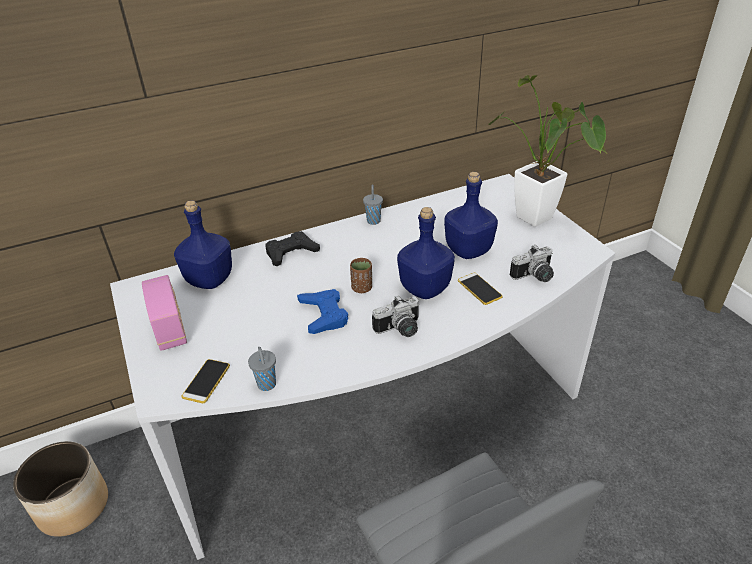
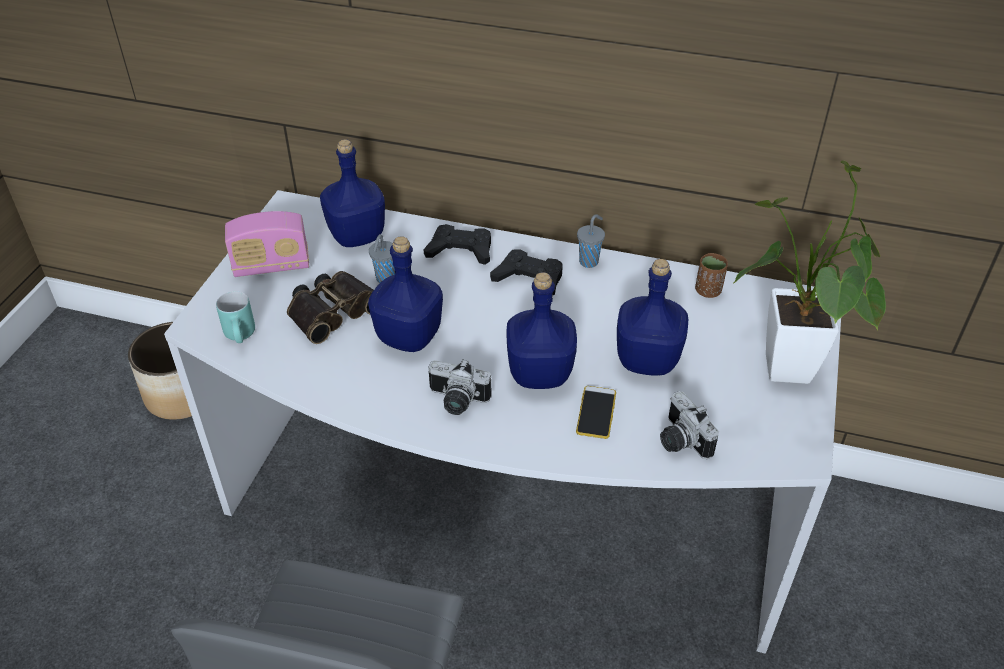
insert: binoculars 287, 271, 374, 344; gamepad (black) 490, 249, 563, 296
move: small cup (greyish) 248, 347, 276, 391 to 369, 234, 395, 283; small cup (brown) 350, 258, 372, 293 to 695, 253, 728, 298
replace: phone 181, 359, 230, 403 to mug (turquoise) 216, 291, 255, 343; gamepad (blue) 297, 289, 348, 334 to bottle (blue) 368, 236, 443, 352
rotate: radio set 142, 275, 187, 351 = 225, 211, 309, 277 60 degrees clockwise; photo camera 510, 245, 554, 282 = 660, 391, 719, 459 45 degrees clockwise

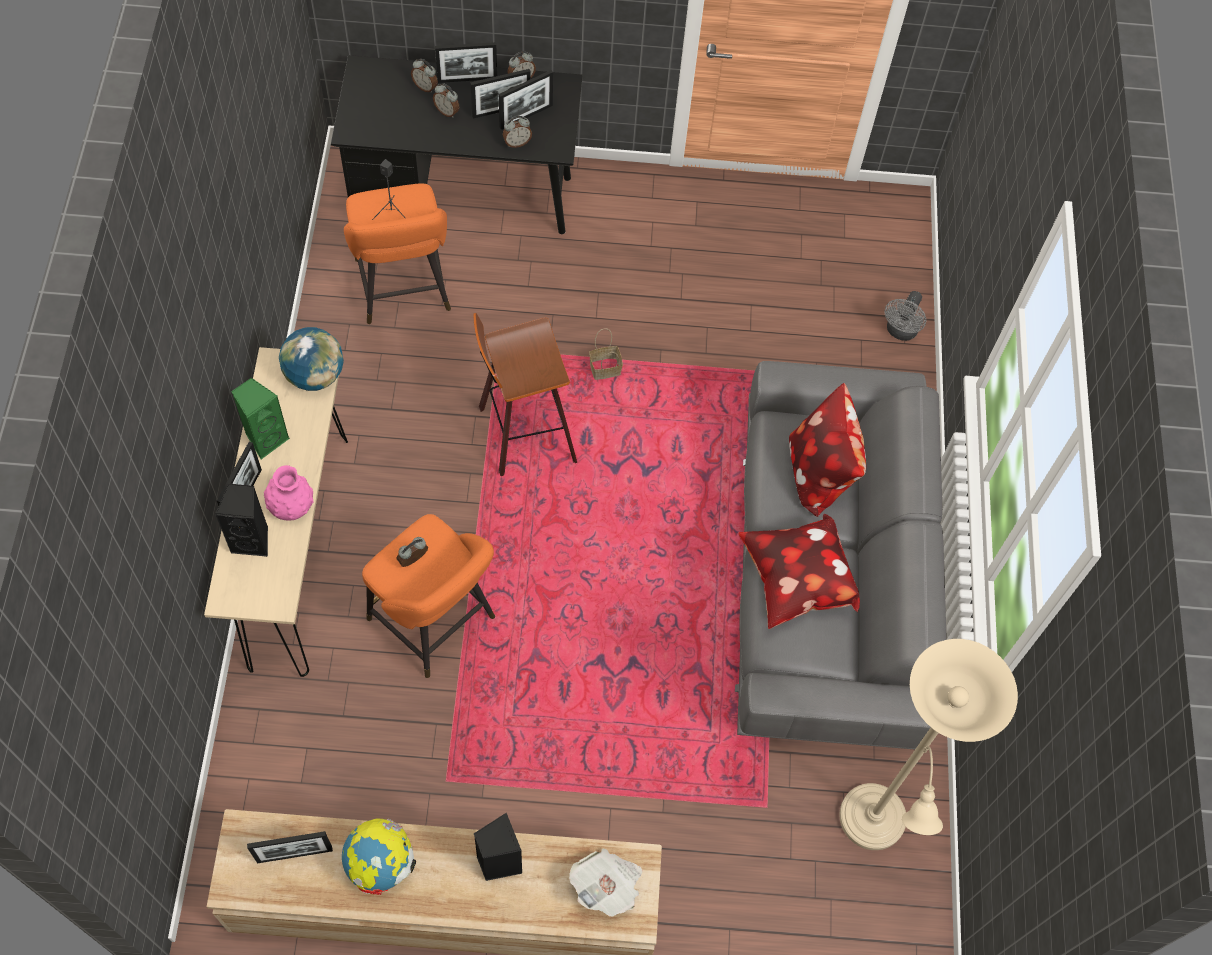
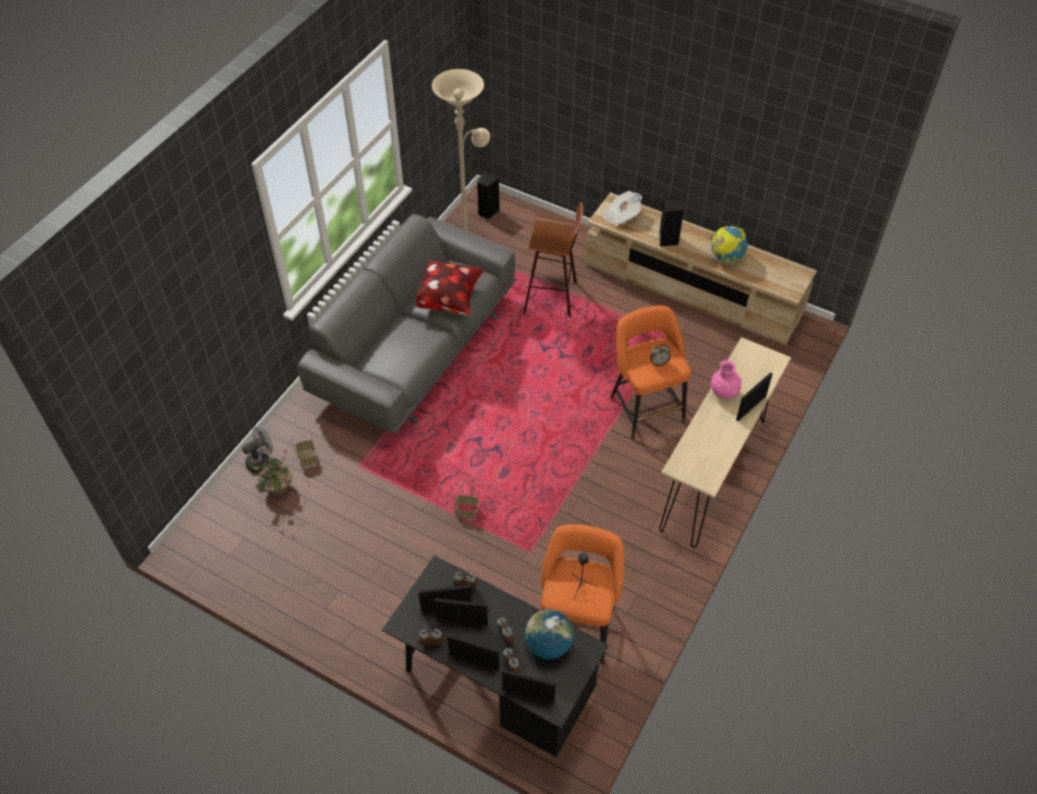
delete: speaker (green) 231, 377, 290, 460; pillow 789, 383, 866, 517
insert: potted plant 252, 448, 292, 496; storage basket 291, 434, 317, 467
move: speaker (black) 215, 483, 268, 557 to 477, 171, 500, 219; photo frame 247, 831, 333, 863 to 502, 669, 556, 704; desk globe 279, 327, 344, 391 to 524, 609, 574, 660; stool seat 473, 313, 577, 476 to 523, 202, 583, 317

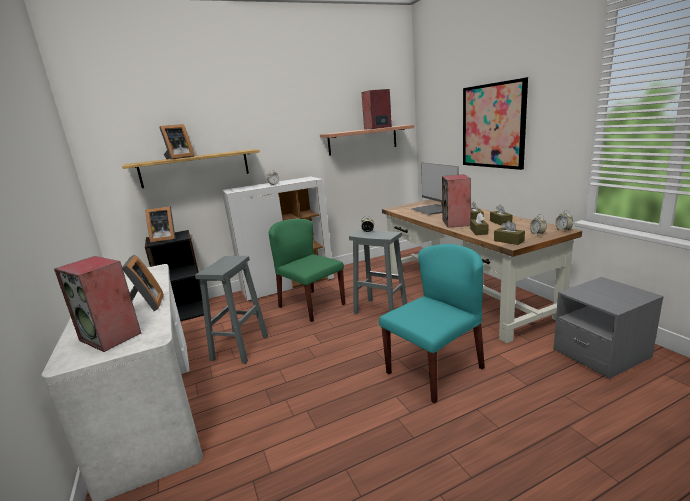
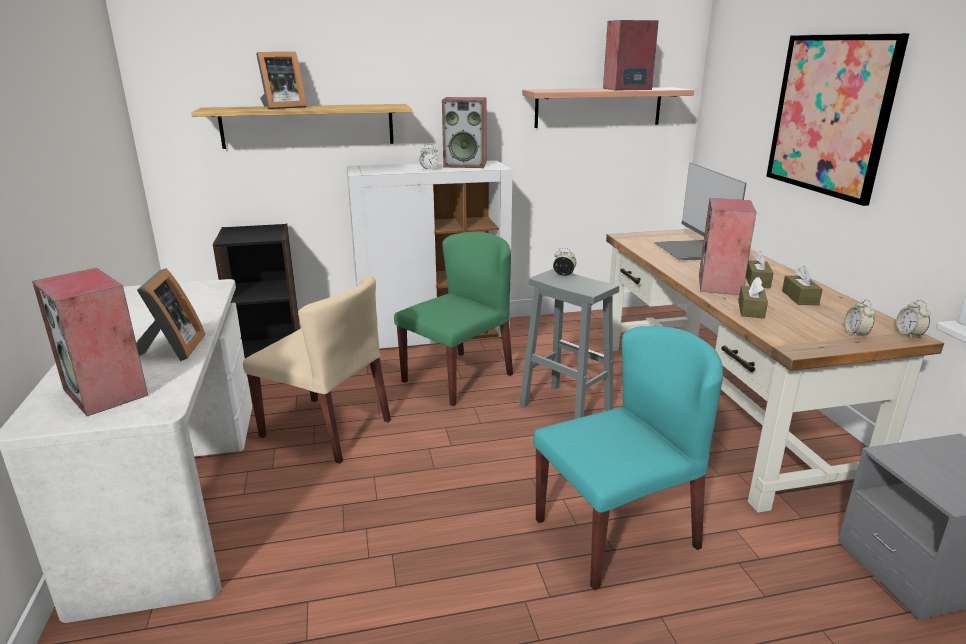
delete: photo frame 145, 206, 176, 242; tissue holder (brown) 494, 220, 525, 245
insert: speaker 442, 97, 487, 168
replace: stool seat (greyish) 195, 256, 268, 364 to chair (sand-coloured) 243, 275, 391, 464
rotate: chair (green) 269, 219, 345, 322 = 394, 232, 513, 406 75 degrees clockwise

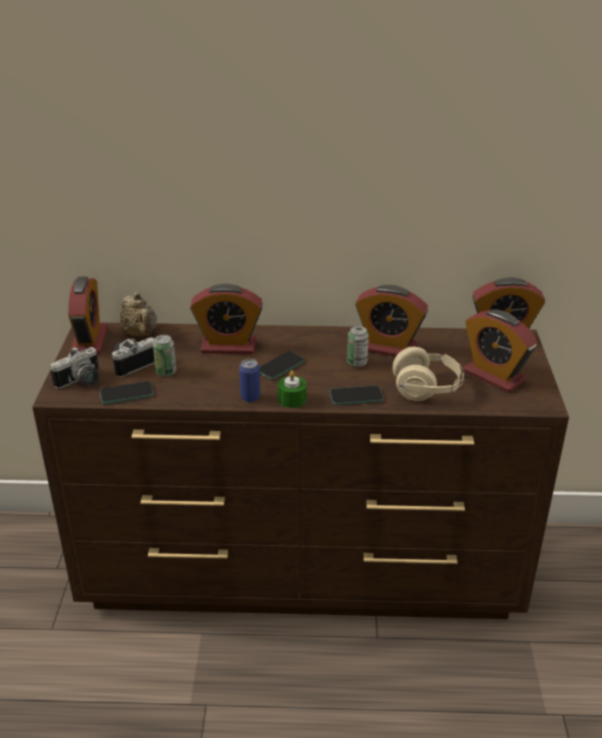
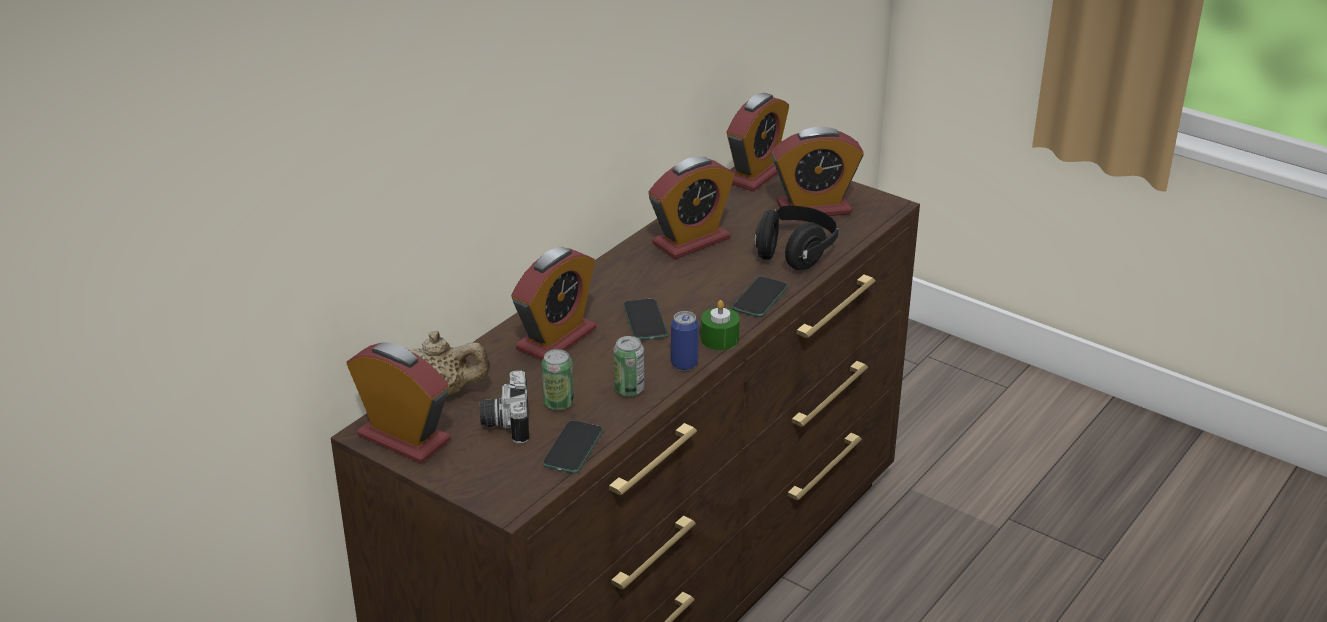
delete: photo camera 50, 347, 99, 389
move: metal can 347, 326, 369, 367 to 613, 336, 644, 397
recolor: pair of headphones (sand-coloured) 393, 347, 464, 401 to pair of headphones (black) 754, 206, 839, 270

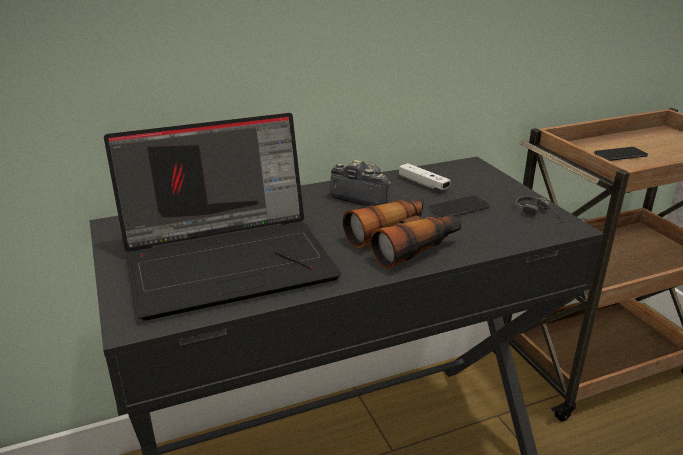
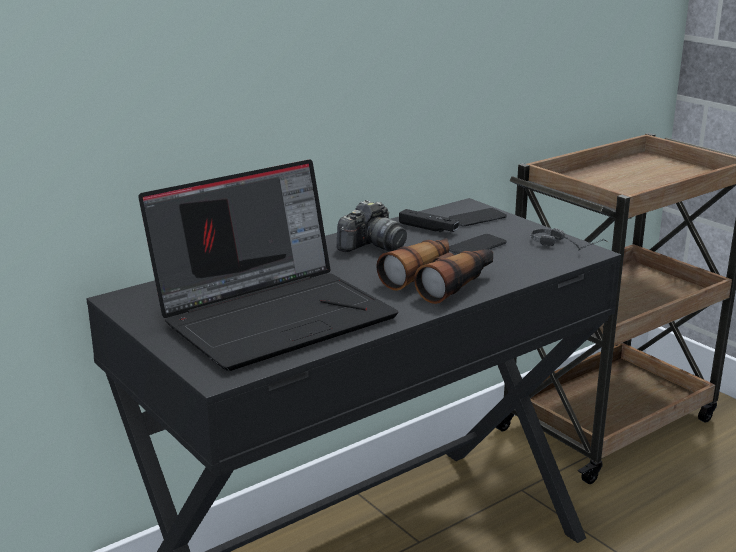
move: phone 594, 147, 648, 161 to 448, 208, 507, 226
recolor: gamepad (white-coloured) 399, 163, 450, 190 to gamepad (black) 399, 209, 459, 232
rotate: photo camera 330, 160, 391, 206 = 337, 200, 407, 252 120 degrees clockwise

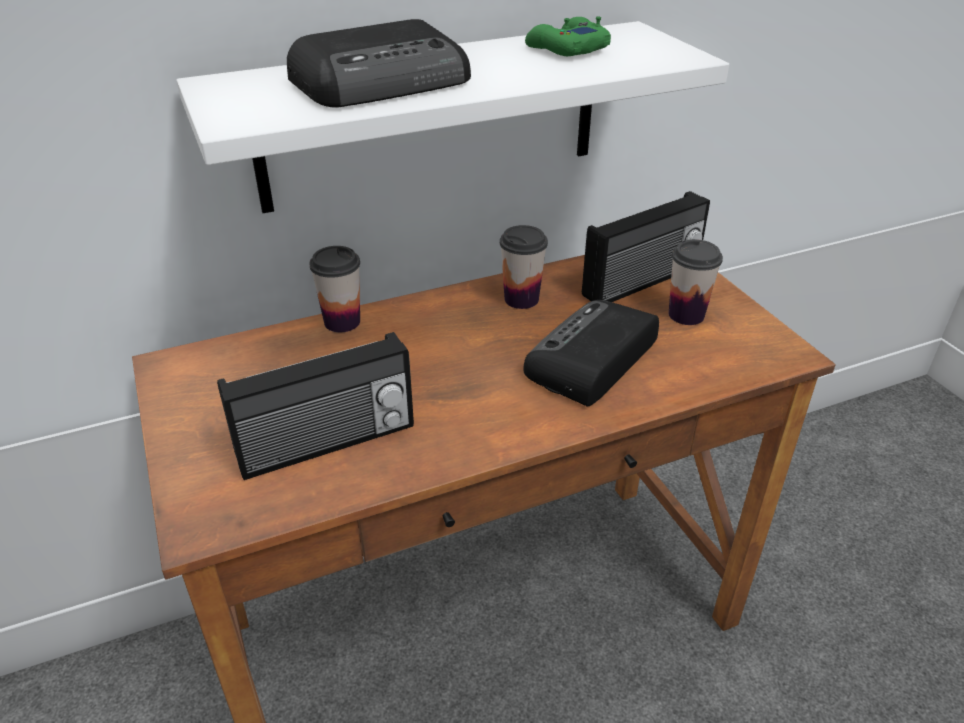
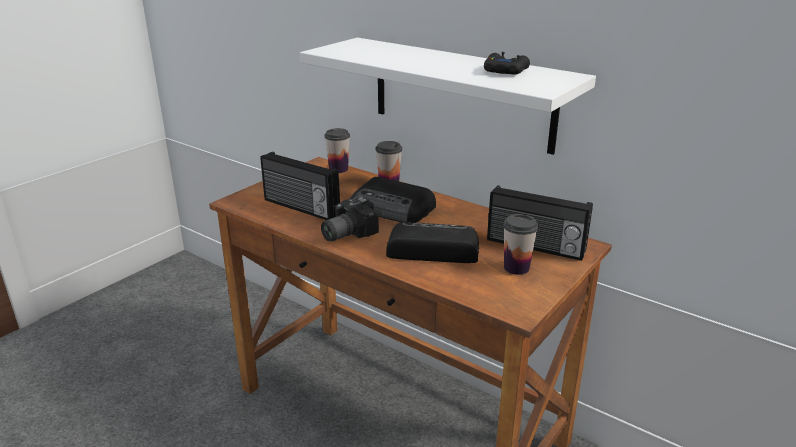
insert: photo camera 321, 197, 379, 241
move: radio set 287, 19, 471, 108 to 351, 177, 436, 223; small cup 500, 225, 548, 309 to 324, 128, 350, 173
recolor: gamepad (green) 525, 16, 611, 56 to gamepad (black) 484, 52, 530, 74

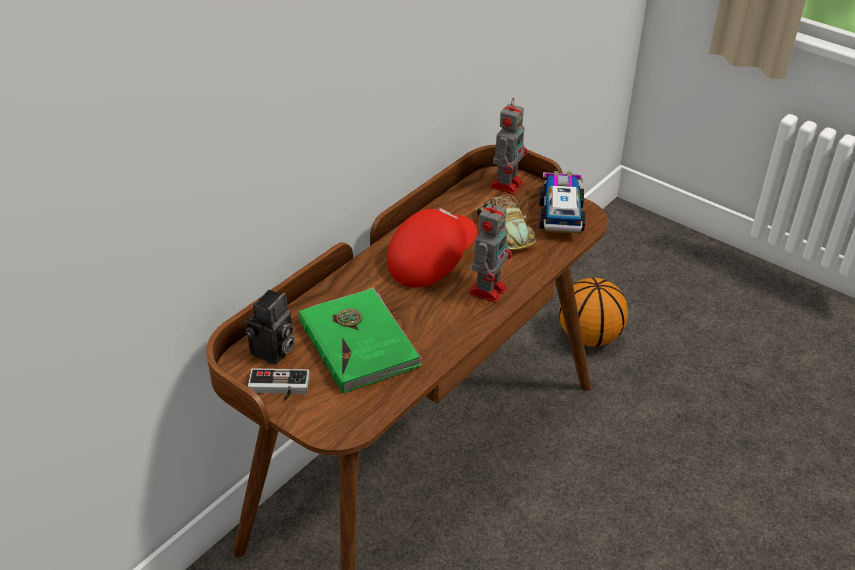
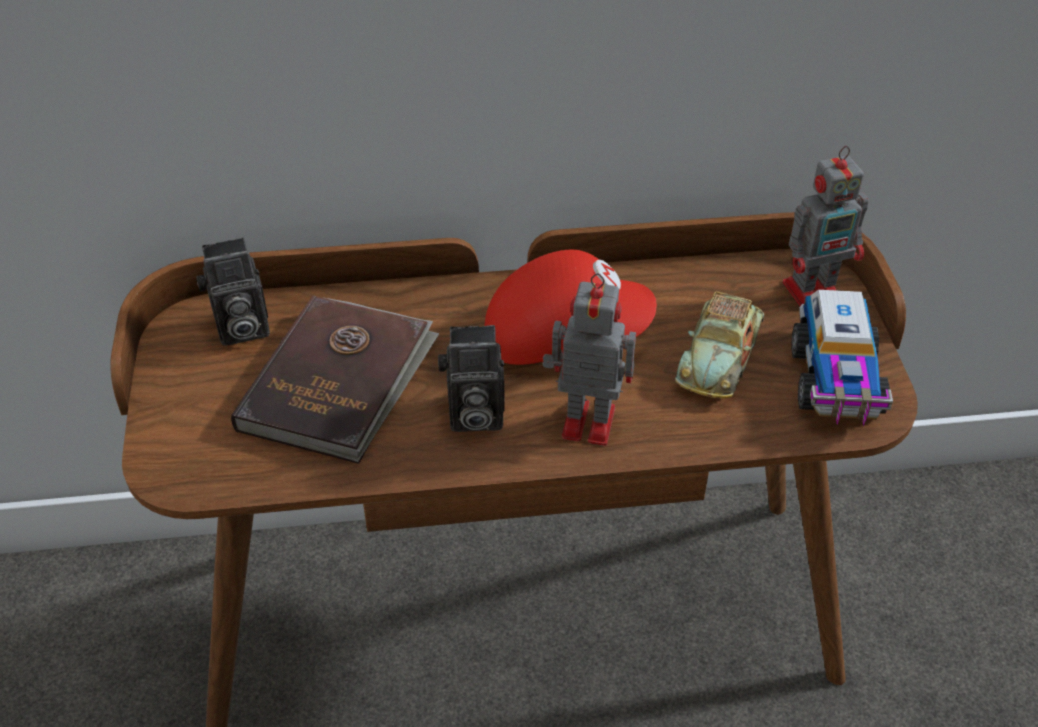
delete: gamepad 248, 368, 310, 400; basketball 559, 278, 628, 347
insert: photo camera 438, 325, 505, 432
recolor: bound book (green) 299, 288, 422, 394 to bound book (brown) 231, 295, 439, 464
rotate: robot figure 469, 199, 512, 303 = 543, 273, 636, 446 150 degrees counterclockwise; model truck 539, 171, 585, 234 = 791, 290, 893, 426 135 degrees clockwise

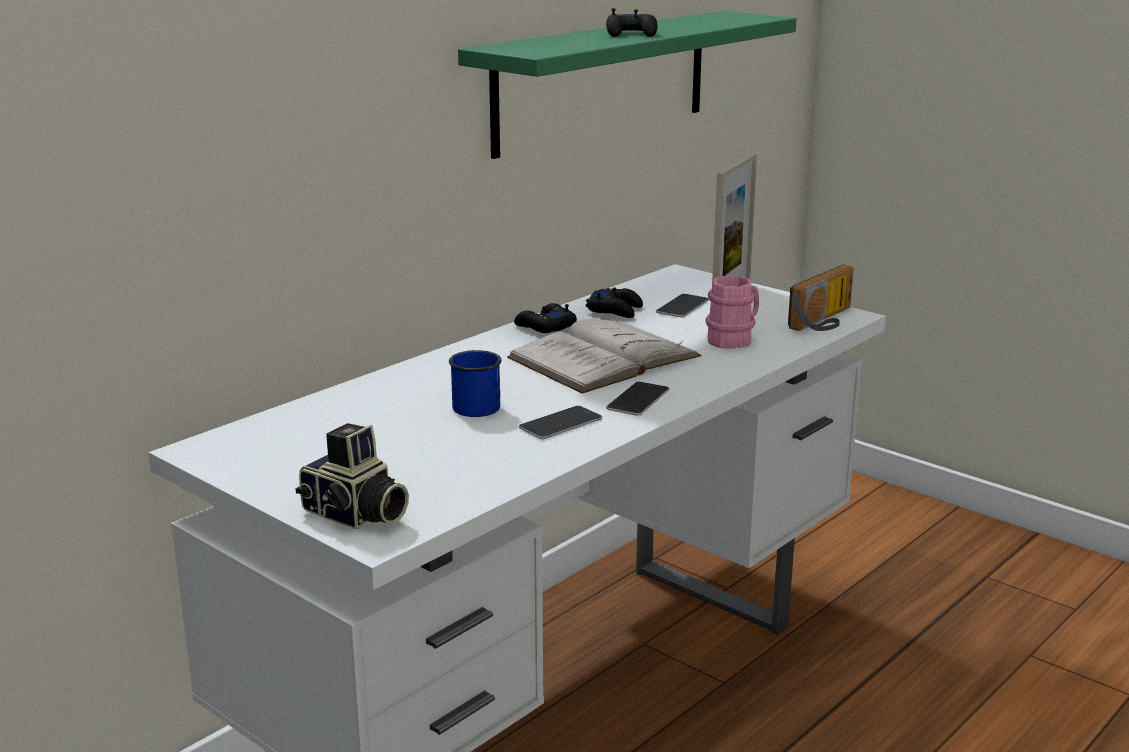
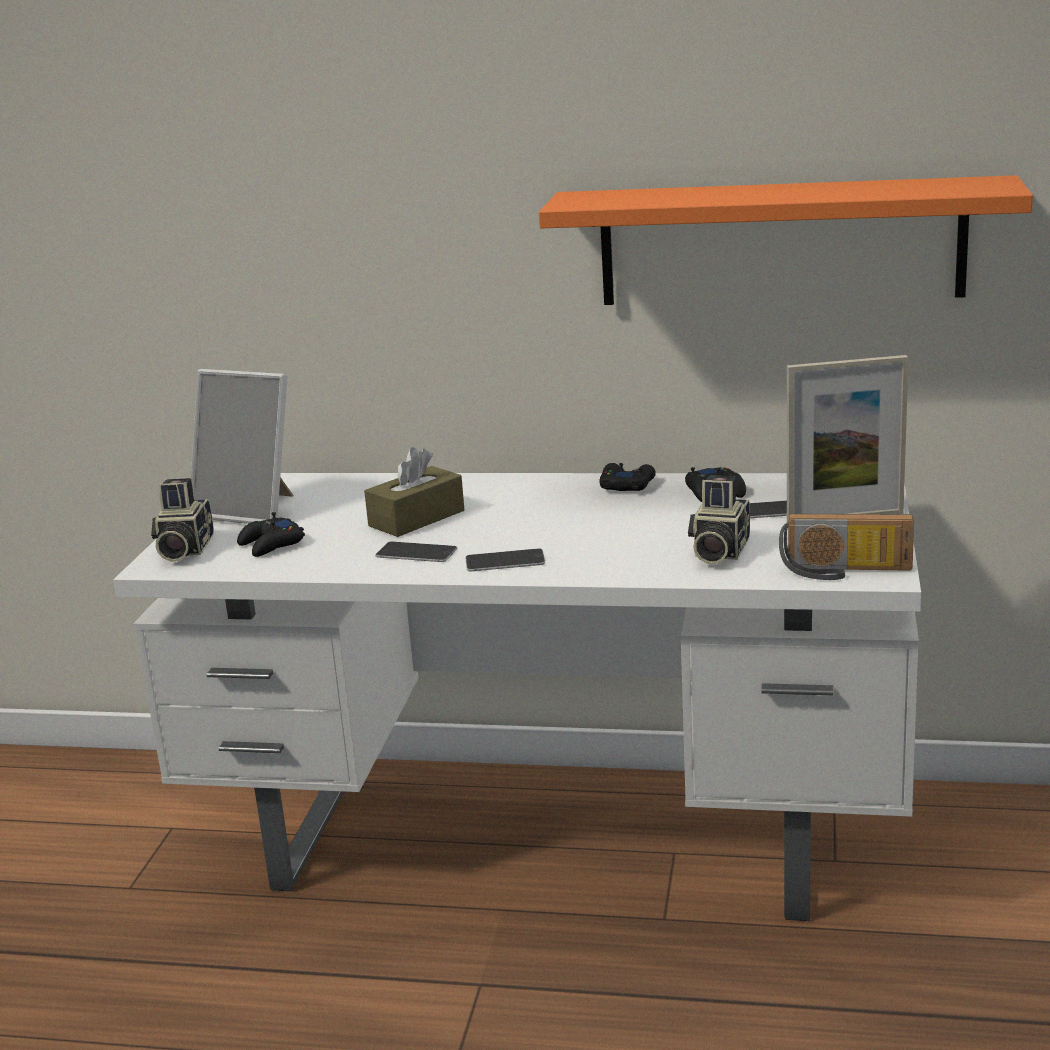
delete: bound book (white-coloured) 507, 319, 701, 393
insert: photo frame 191, 369, 293, 524
move: gamepad (black) 606, 8, 658, 37 to 237, 512, 305, 557
replace: mug (blue) 449, 350, 502, 417 to tissue holder (brown) 364, 447, 464, 537; mug (pinkish) 705, 276, 759, 349 to photo camera 688, 475, 750, 564
recolor: bracket shelf (green) 458, 11, 796, 159 to bracket shelf (orange-coloured) 539, 175, 1033, 305

